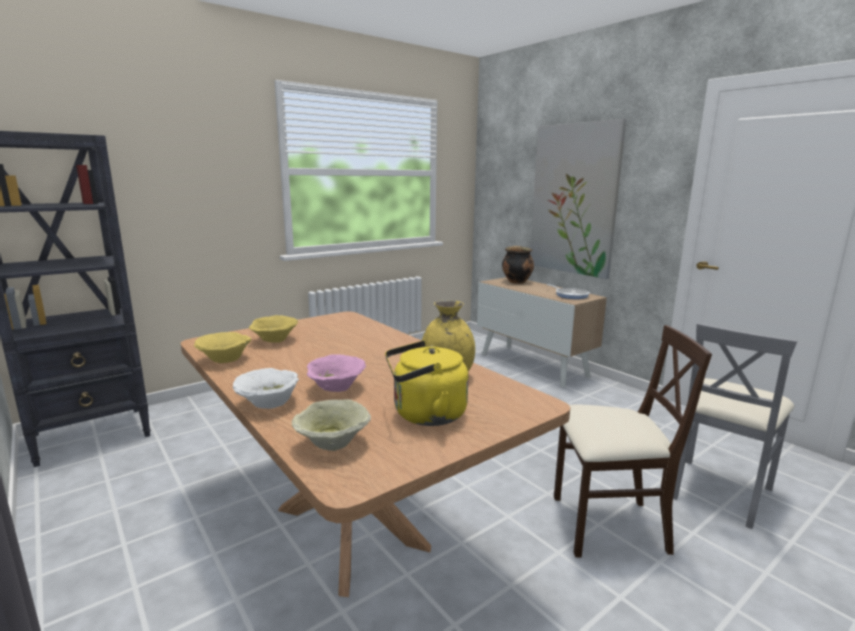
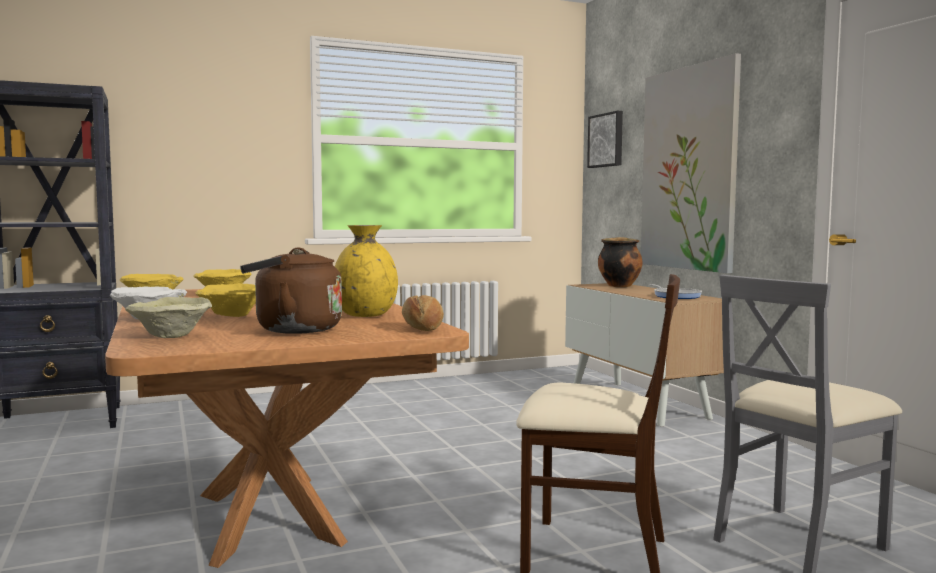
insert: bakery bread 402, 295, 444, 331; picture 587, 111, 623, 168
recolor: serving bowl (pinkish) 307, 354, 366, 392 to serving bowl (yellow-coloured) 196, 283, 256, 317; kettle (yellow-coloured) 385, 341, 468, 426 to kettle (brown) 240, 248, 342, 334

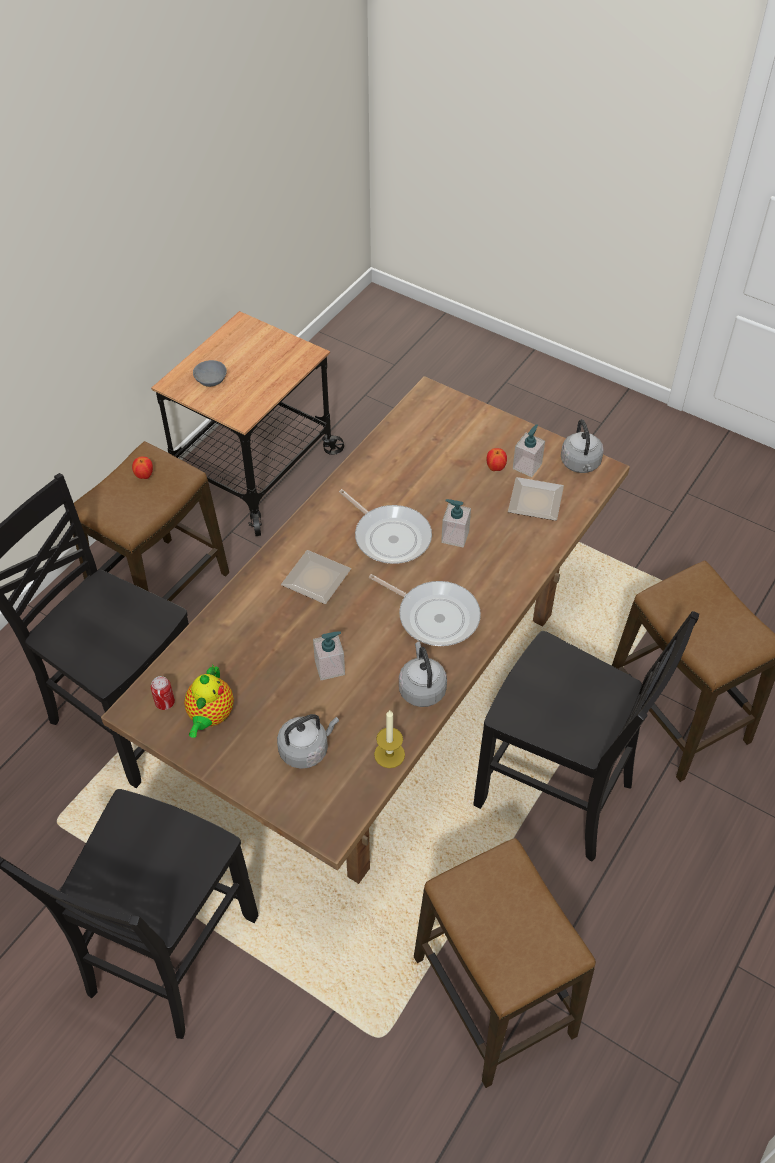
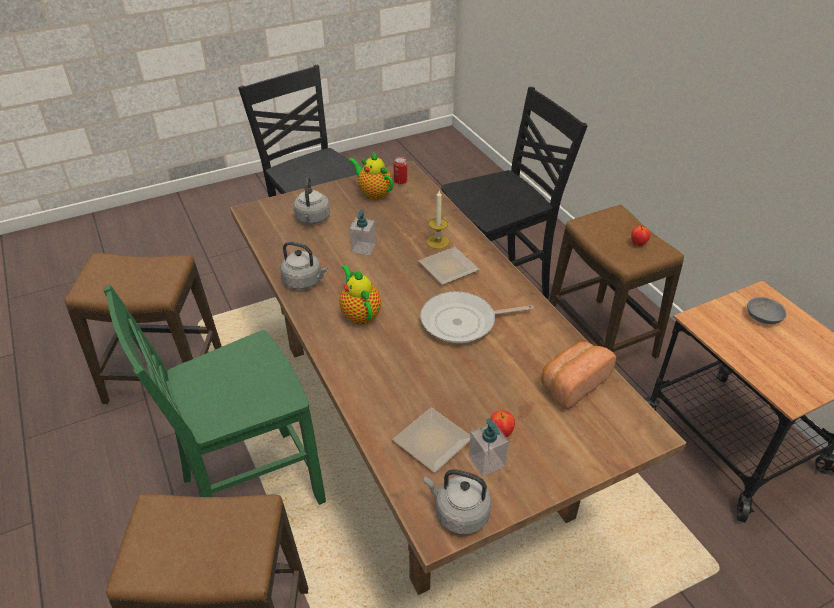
delete: liquid soap bottle 441, 499, 471, 548
insert: bakery bread 541, 342, 616, 409
move: candle 374, 710, 405, 768 to 427, 190, 449, 249
replace: frying pan 369, 574, 481, 646 to teapot 339, 265, 381, 325
recolor: chair (black) 473, 611, 699, 862 to chair (green) 104, 285, 326, 505

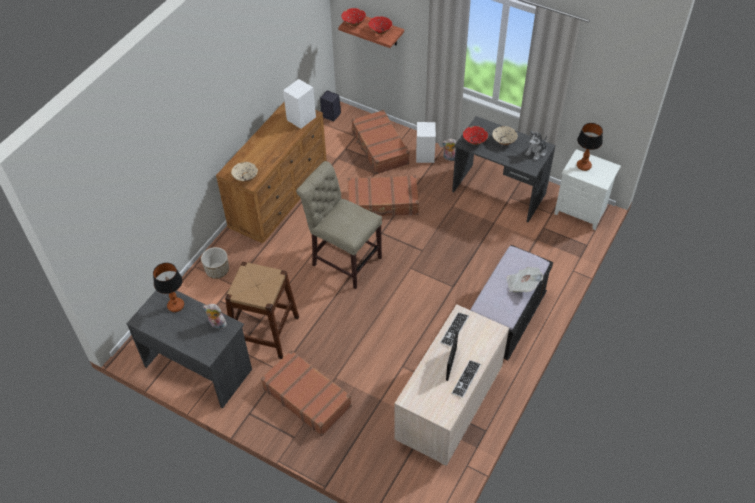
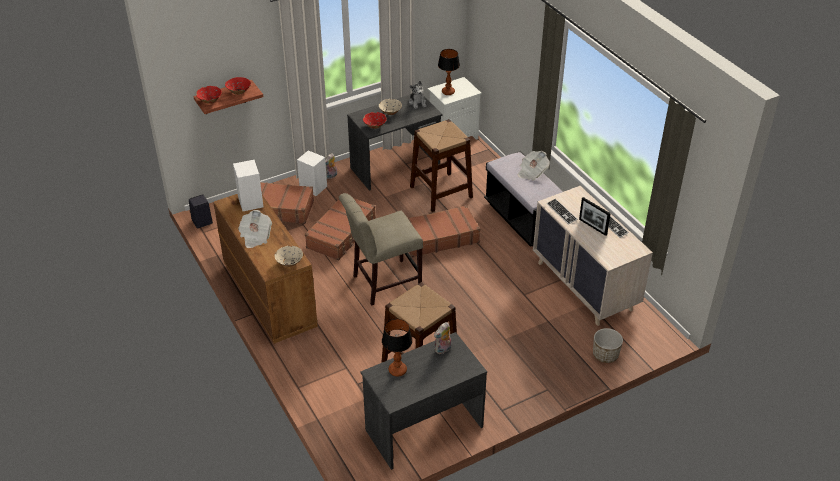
insert: newspaper 238, 210, 272, 248; stool seat (brown) 410, 119, 473, 212
move: planter 201, 247, 229, 279 to 593, 328, 623, 363; piece of luggage (brown) 261, 350, 352, 436 to 407, 205, 480, 258

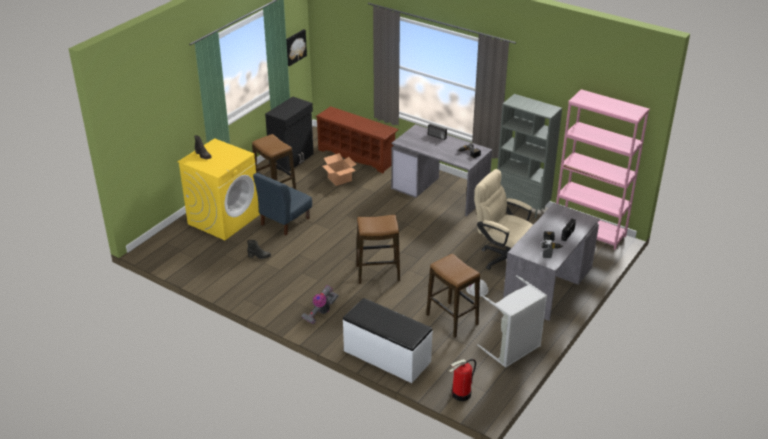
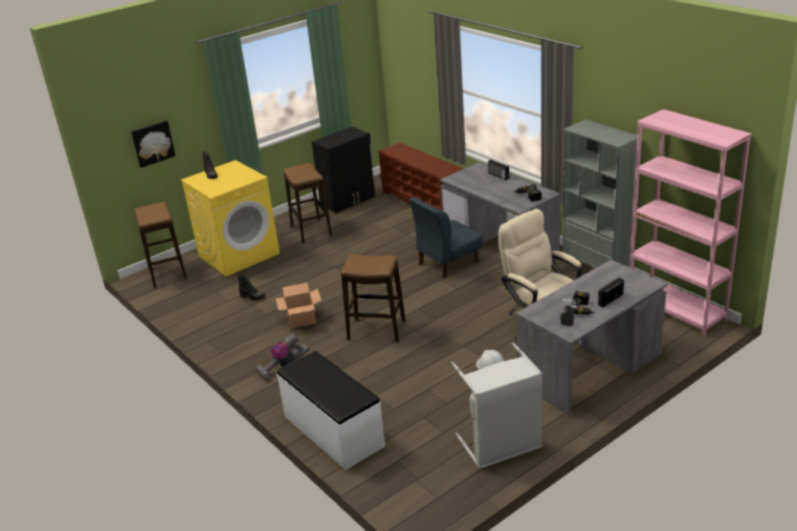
delete: extinguisher 449, 359, 476, 401
move: chair (blue) 253, 173, 312, 236 to 409, 198, 482, 278; picture 286, 29, 307, 66 to 131, 120, 175, 168; carton 322, 153, 357, 186 to 276, 283, 322, 328; stool seat 426, 254, 480, 338 to 135, 202, 187, 288

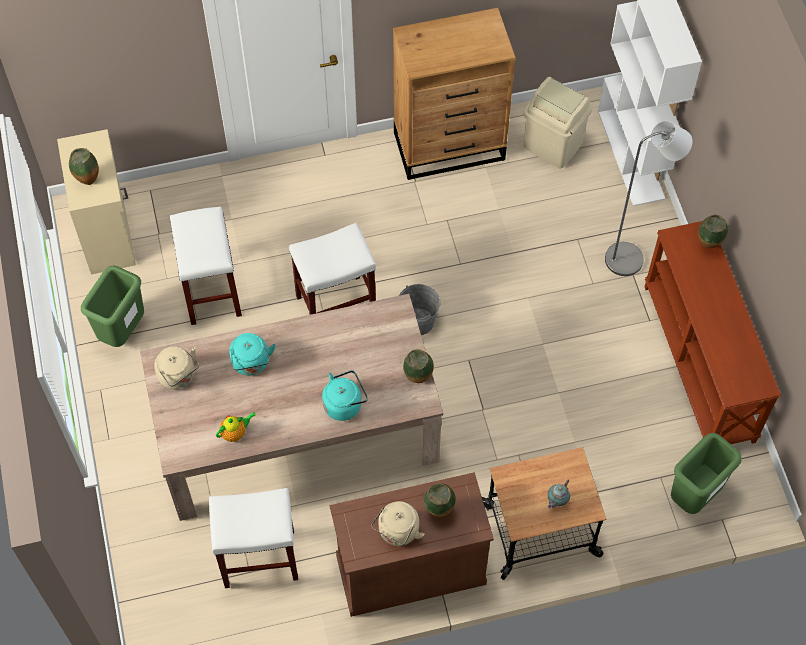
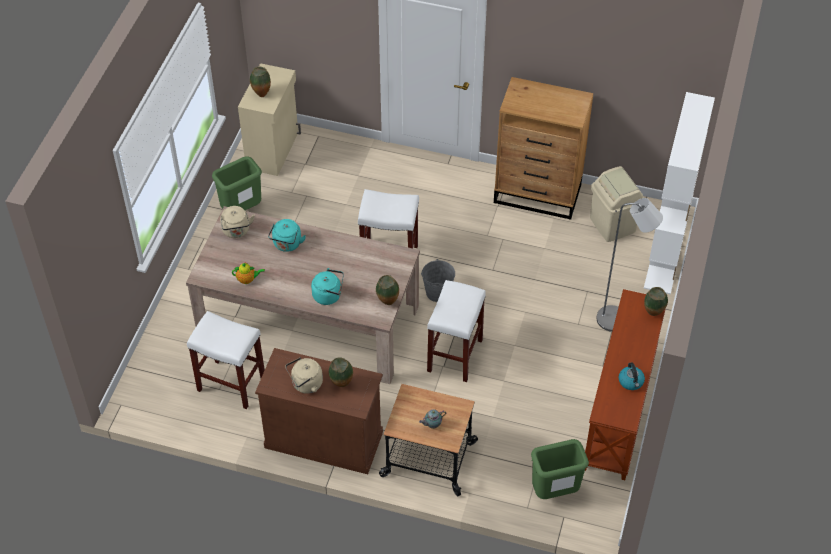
insert: kettle 619, 362, 645, 390
move: stool seat (white-coloured) 170, 206, 242, 325 to 427, 280, 486, 382

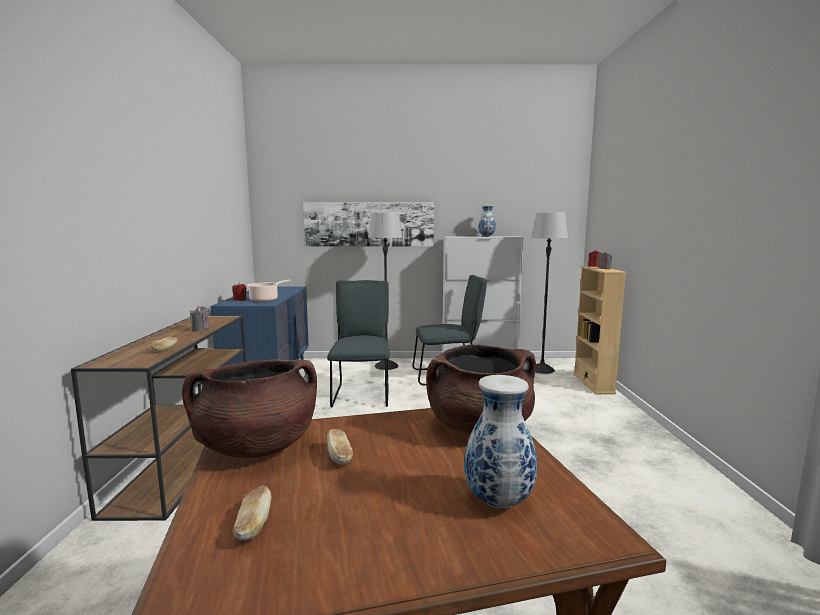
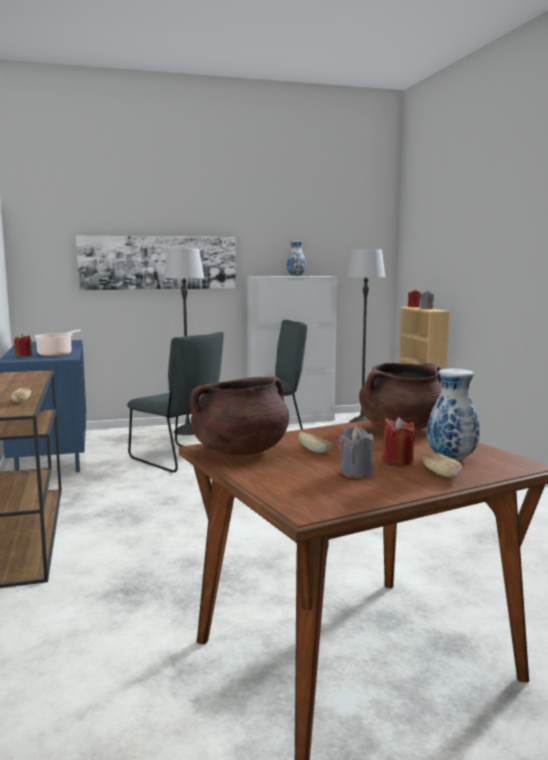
insert: candle (reddish) 382, 417, 415, 465
move: candle (greyish) 190, 306, 210, 332 to 338, 426, 374, 478; bakery bread 233, 486, 271, 541 to 423, 452, 462, 478
rotate: chair (greyish) 327, 280, 390, 407 = 127, 332, 224, 473 150 degrees clockwise

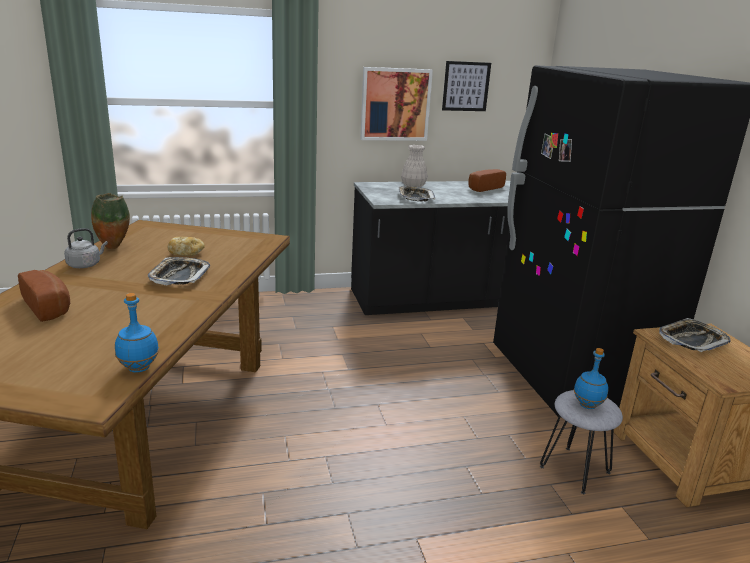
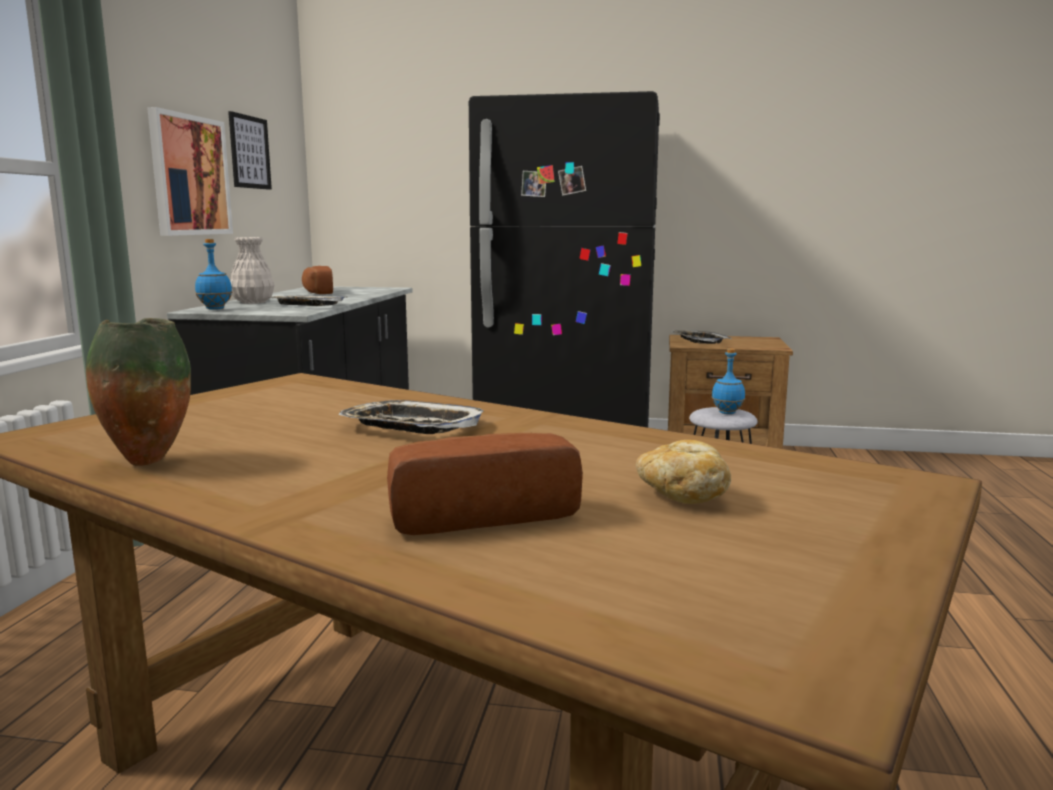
delete: kettle (greyish) 64, 228, 108, 268
move: bottle (blue) 115, 293, 159, 373 to 195, 239, 232, 310; bakery bread 168, 237, 205, 256 to 636, 440, 731, 504

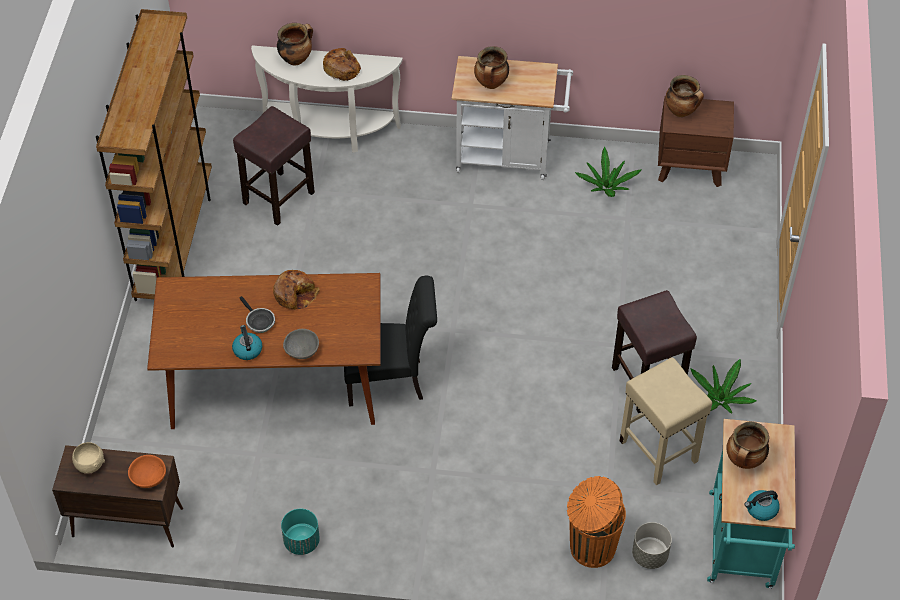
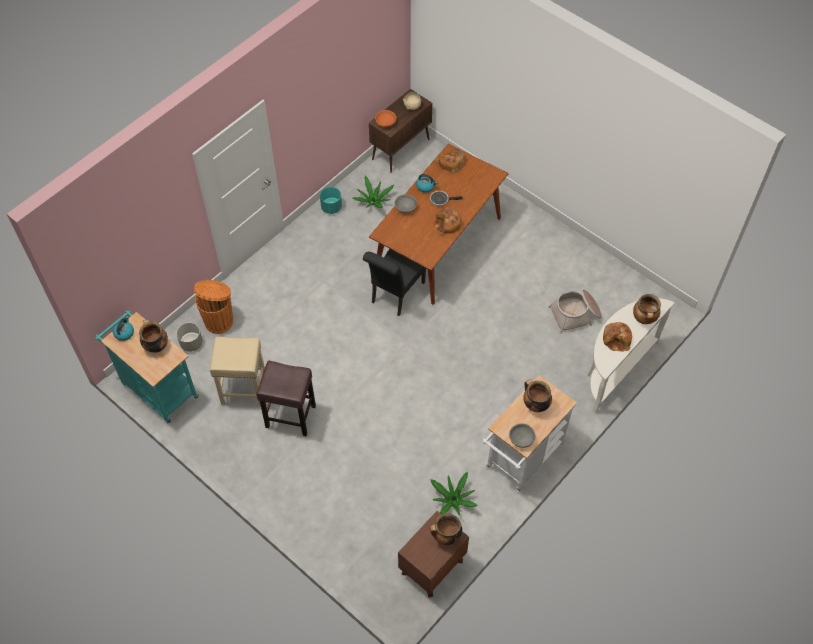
delete: bookcase (brown) 96, 9, 212, 301
insert: bakery bread 436, 148, 465, 173; serving bowl (greyish) 509, 423, 535, 448
move: potted plant 690, 359, 756, 413 to 353, 175, 394, 208
replace: stool seat (brown) 233, 106, 315, 226 to storage basket 548, 290, 602, 334

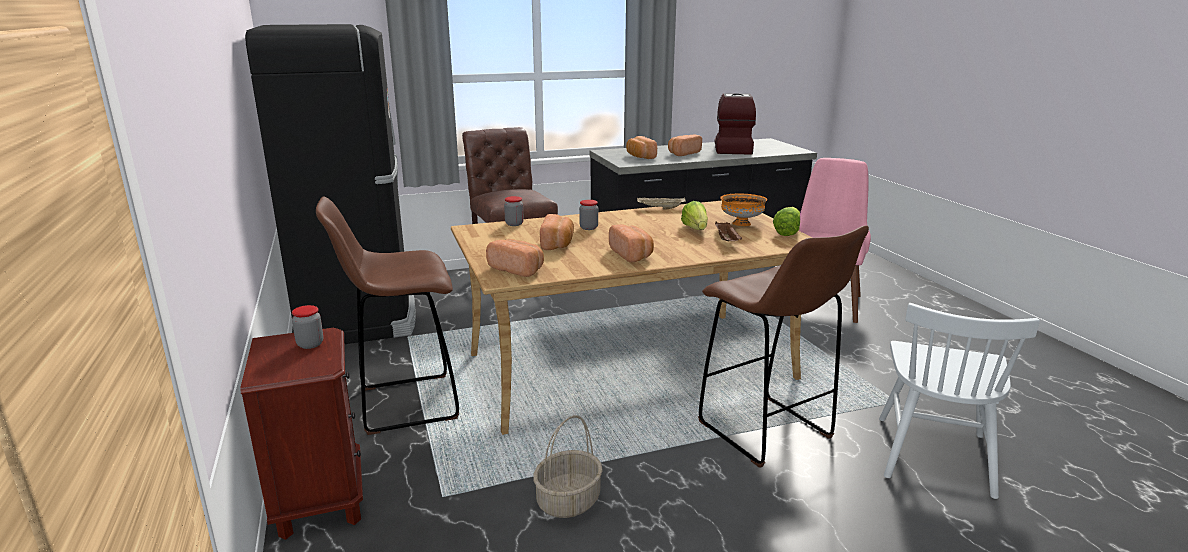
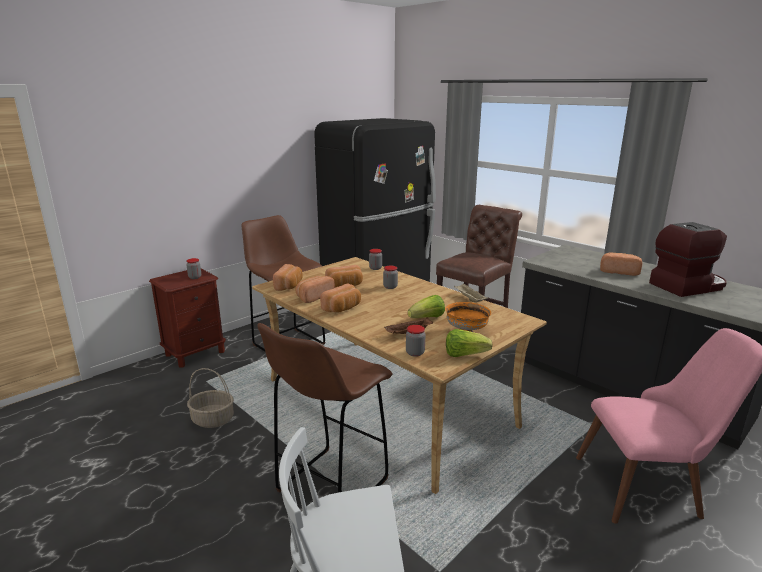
insert: preserve jar 406, 325, 426, 357
move: bakery bread 626, 136, 657, 159 to 296, 276, 335, 303

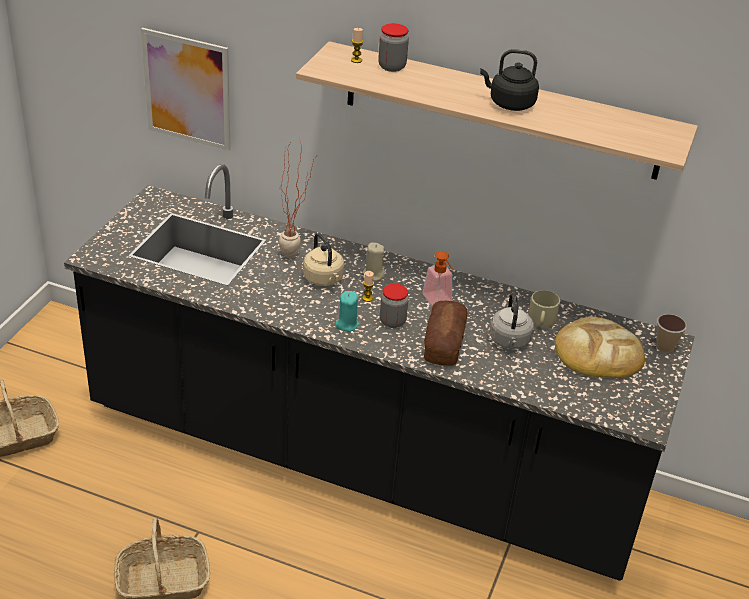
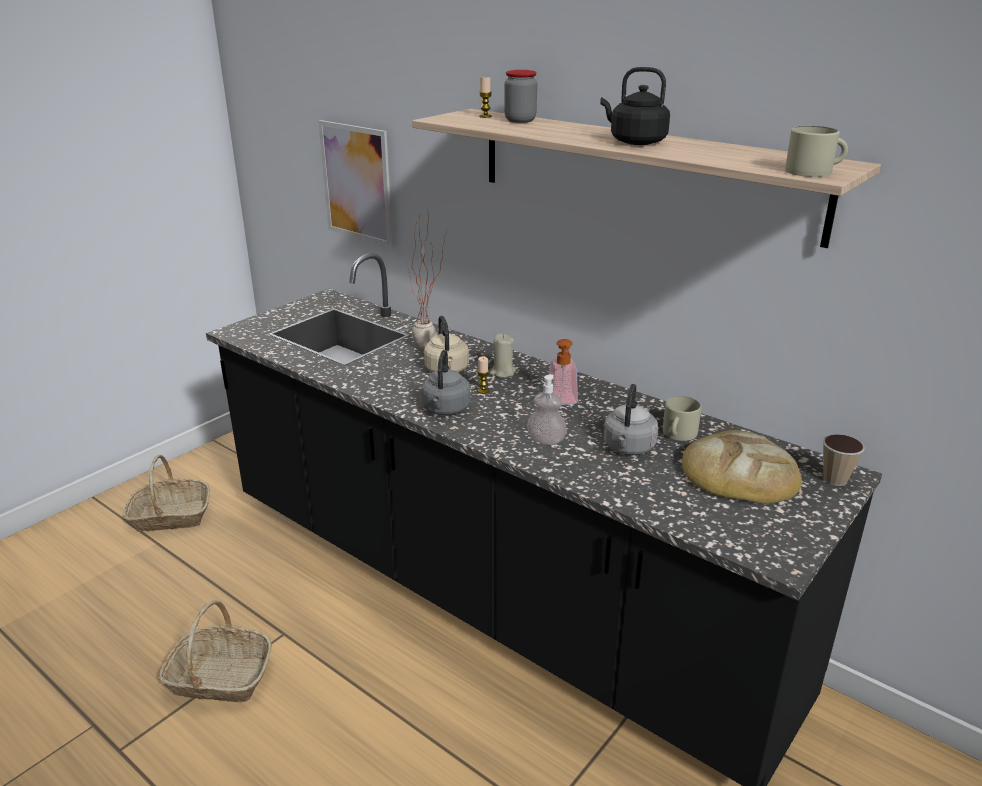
delete: preserve jar 380, 284, 409, 328
insert: mug (sand-coloured) 785, 126, 848, 177
replace: candle (turquoise) 336, 291, 359, 332 to kettle (greyish) 421, 350, 470, 415; bakery bread 424, 301, 467, 366 to liquid soap bottle 527, 374, 567, 445

